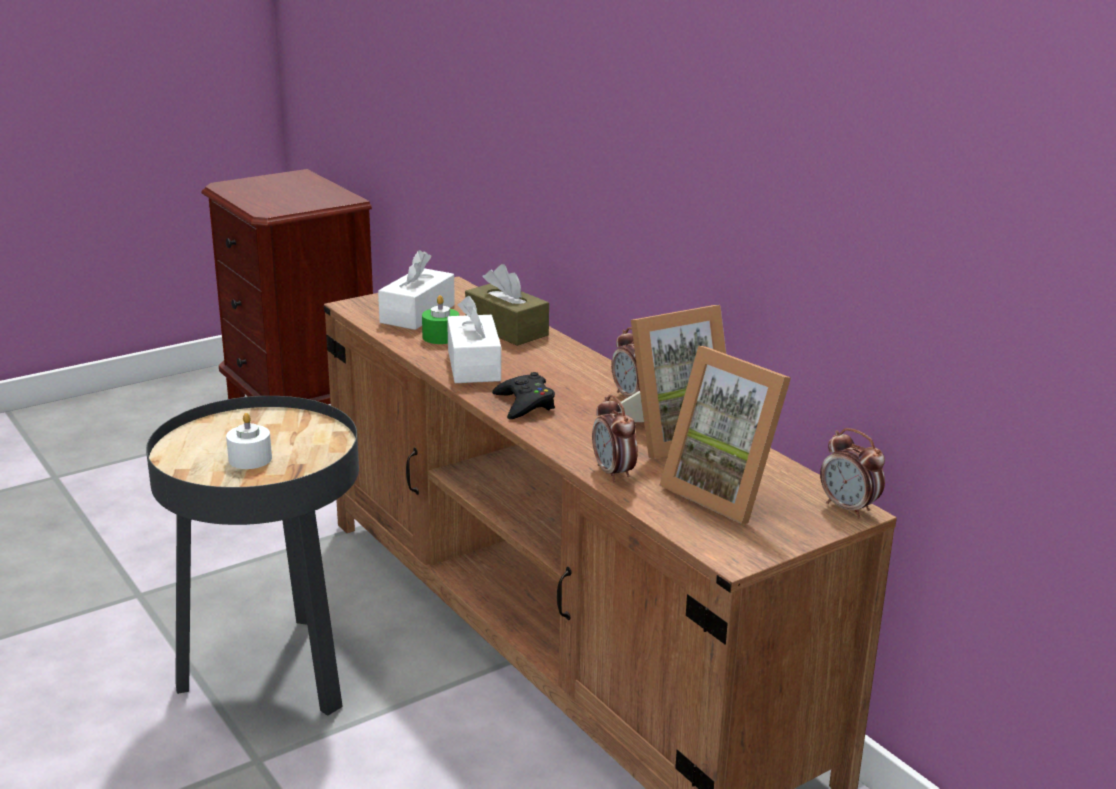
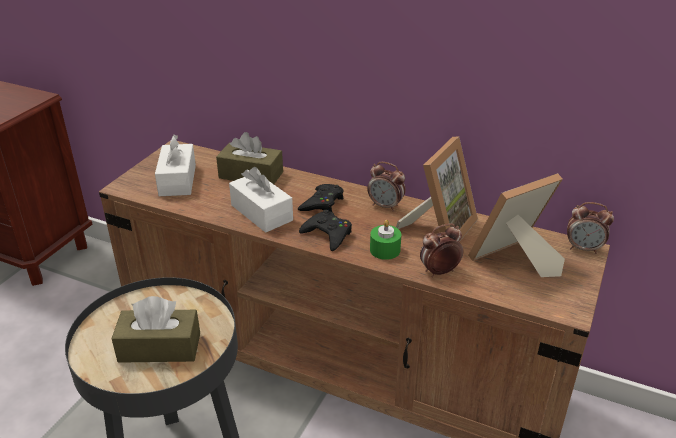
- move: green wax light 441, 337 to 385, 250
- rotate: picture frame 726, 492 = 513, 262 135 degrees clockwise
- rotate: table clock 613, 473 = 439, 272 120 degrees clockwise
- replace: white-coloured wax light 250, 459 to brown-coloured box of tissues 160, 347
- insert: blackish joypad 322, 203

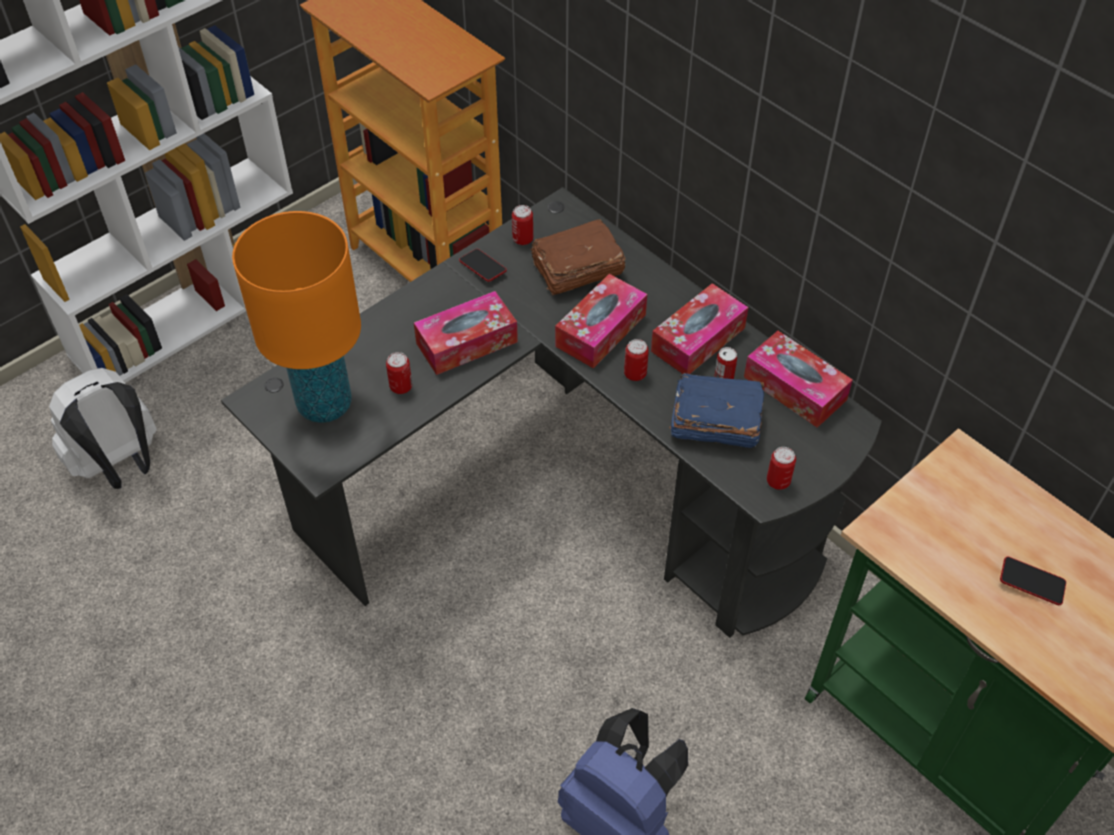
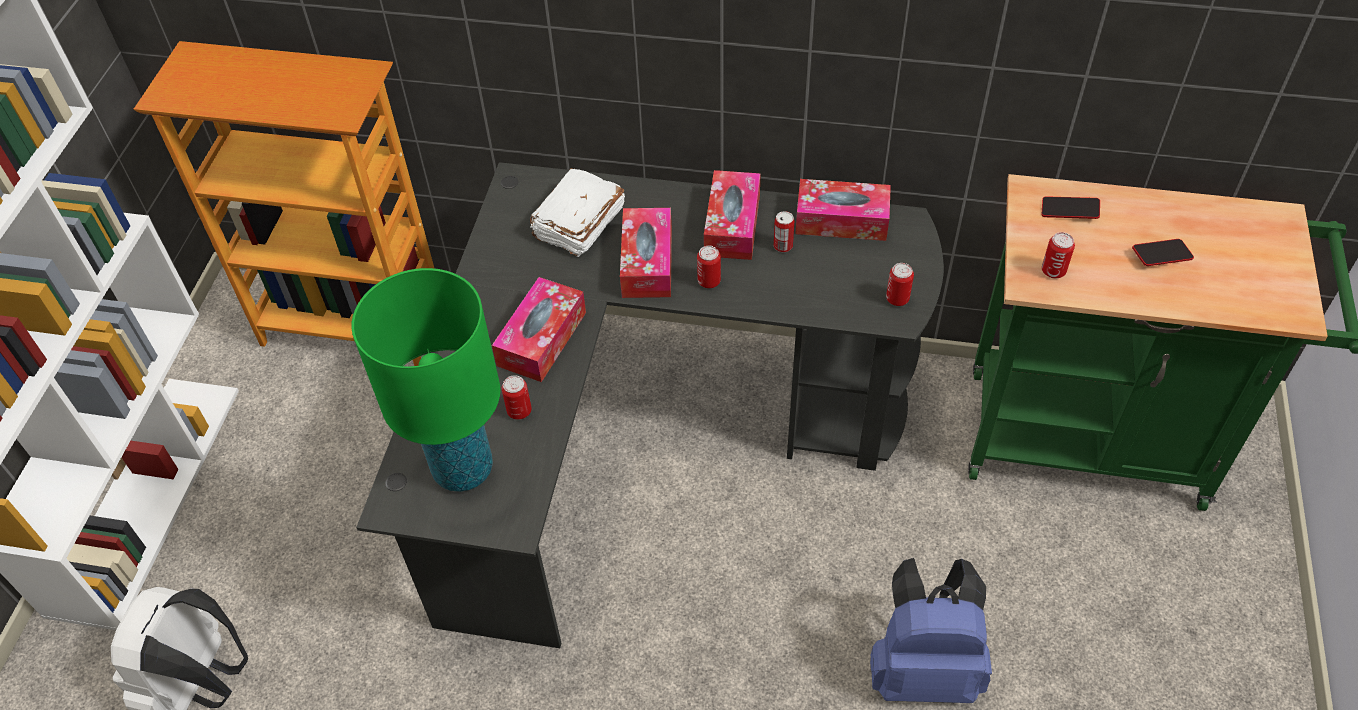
- move: sealed can 523, 239 to 1053, 271
- recolor: orange table lamp 324, 404 to green table lamp 462, 468
- recolor: brown-coloured volume 576, 269 to white-coloured volume 578, 224
- move: handset 482, 268 to 1069, 211
- delete: blue-coloured volume 714, 421

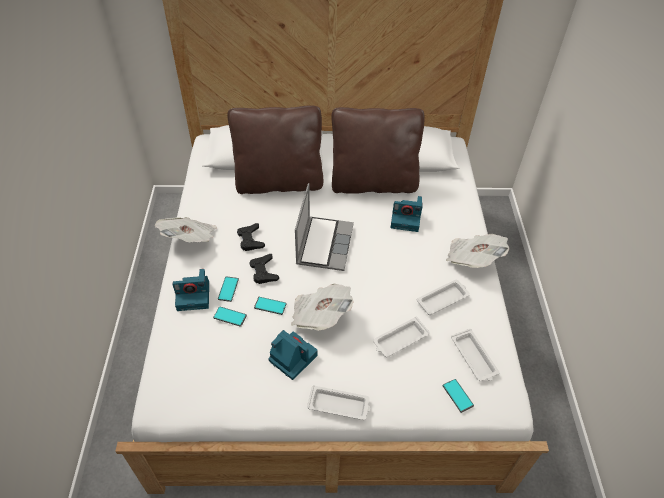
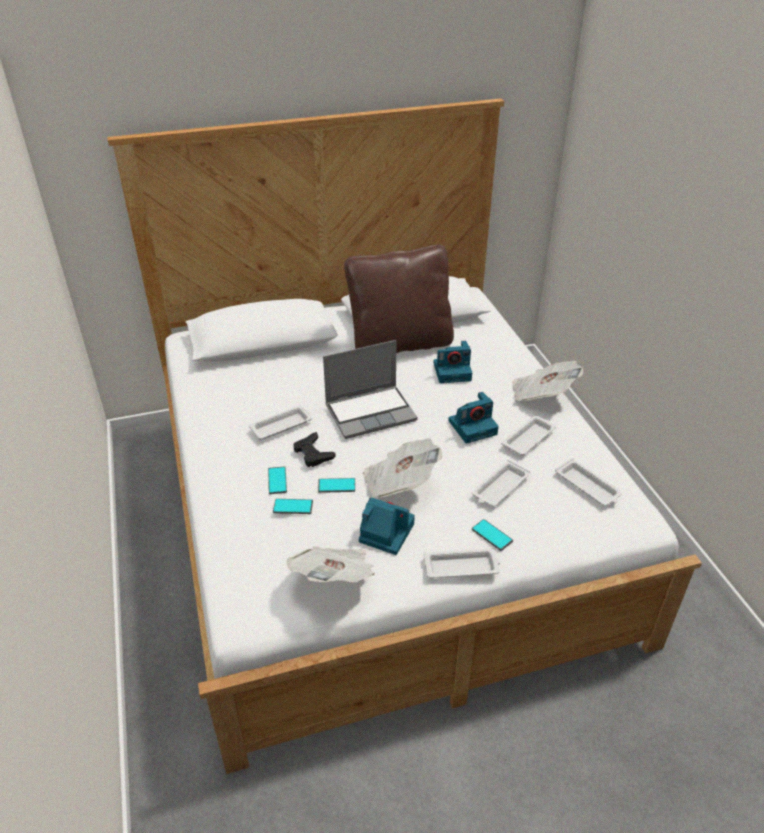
- delete: brown-coloured pillow 279, 182
- rotate: portable computer 324, 243 = 371, 412 75 degrees clockwise
- move: newspaper 190, 239 to 335, 578
- replace: blackish joypad 250, 240 to white-coloured tray 282, 425
- move: photo camera 194, 295 to 473, 426
- move: handset 458, 395 to 492, 535

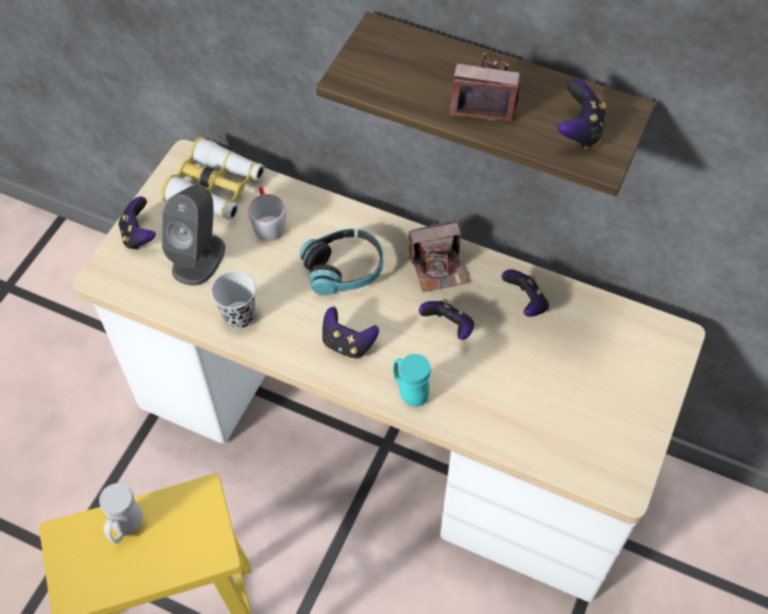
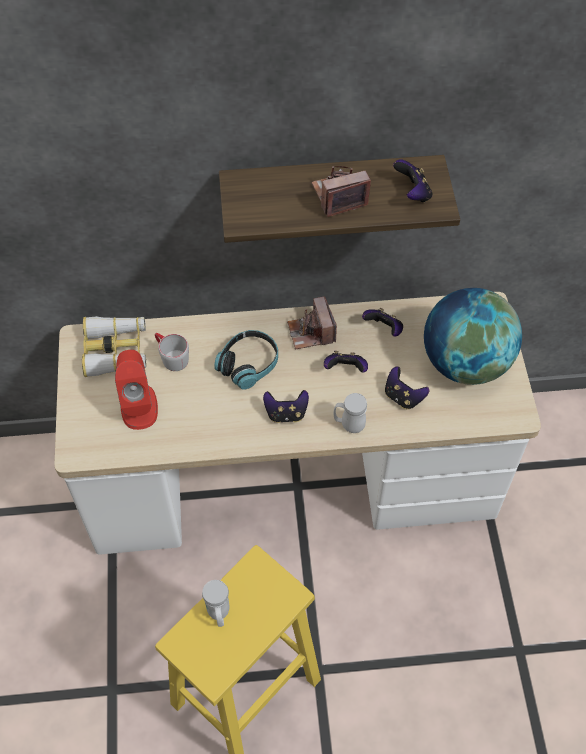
- recolor: greyish audio speaker 199, 258 to reddish audio speaker 139, 405
- move: joypad 139, 235 to 403, 397
- rotate: photo camera 438, 267 = 311, 332 120 degrees clockwise
- delete: blackish small cup 239, 316
- recolor: blue-green mug 409, 392 to white-coloured mug 349, 425
- insert: world globe 465, 362

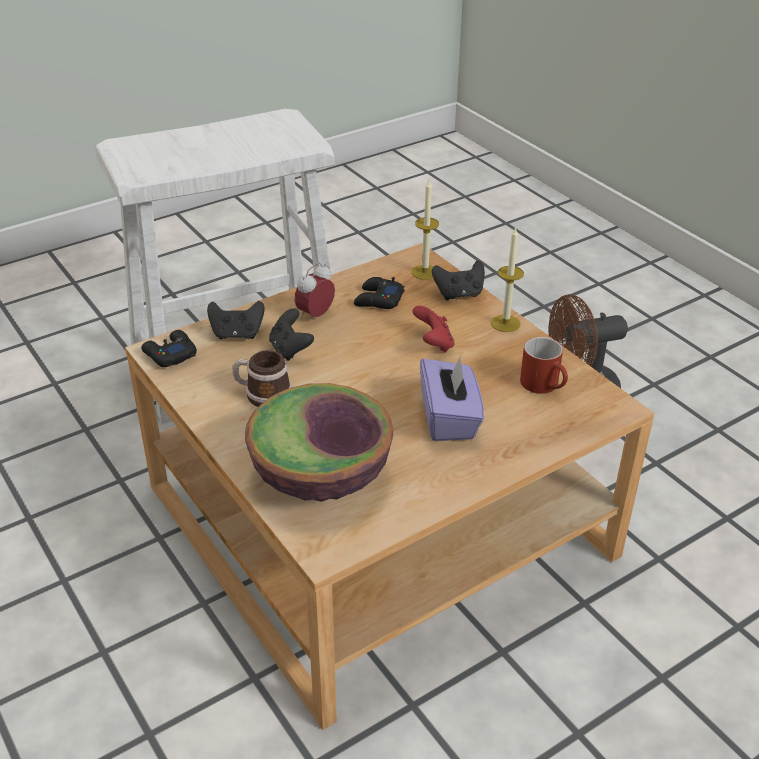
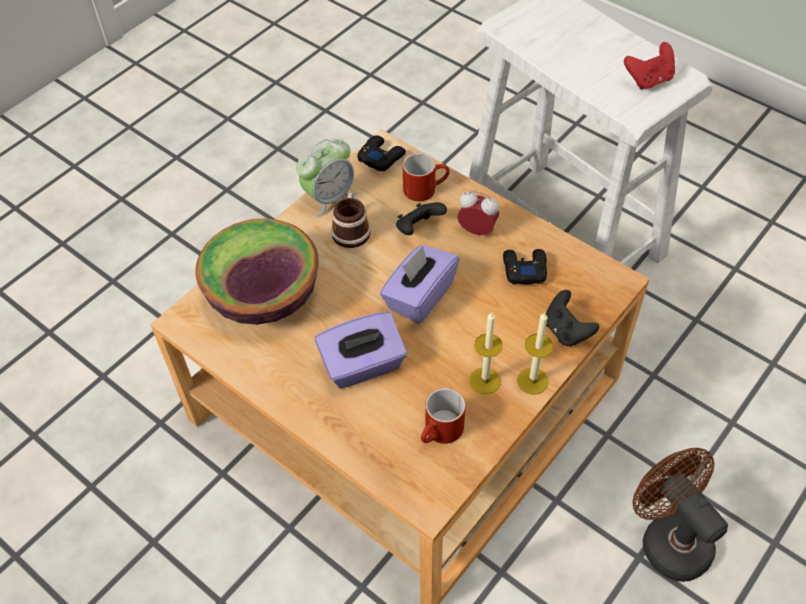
- move: wax light 425, 272 to 485, 380
- replace: blackish joypad 237, 334 to reddish mug 425, 188
- move: reddish joypad 433, 343 to 649, 80
- insert: table clock 329, 197
- insert: purple box of tissues 419, 296

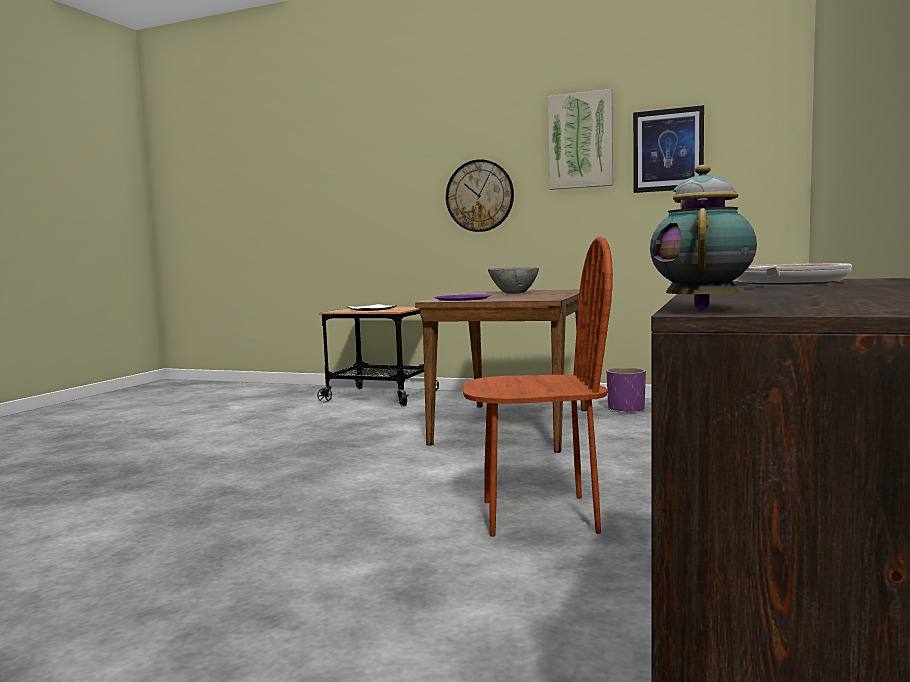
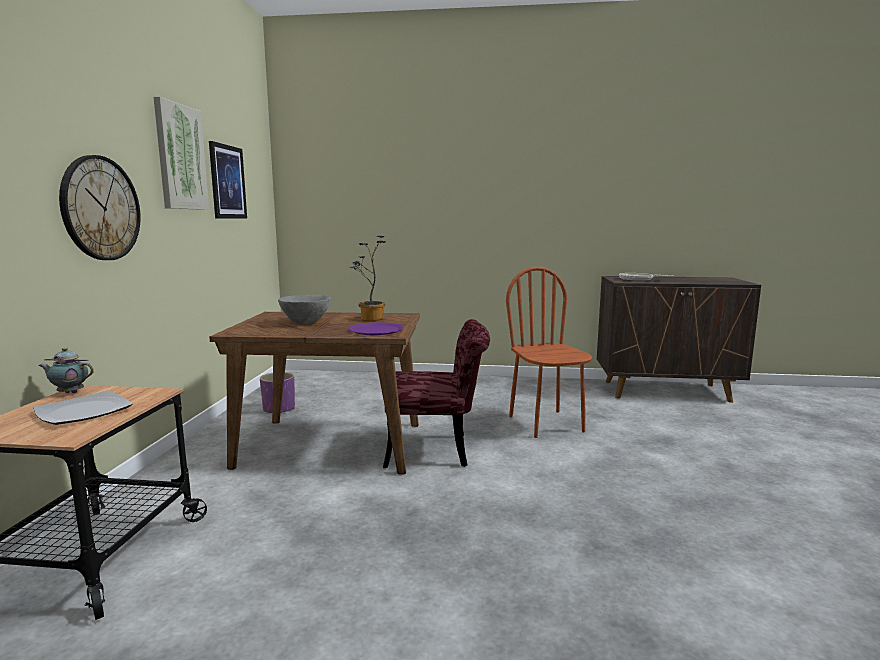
- move: pot for tea 702, 308 to 69, 393
- insert: houseplant 369, 319
- insert: reddish plain chair 437, 450

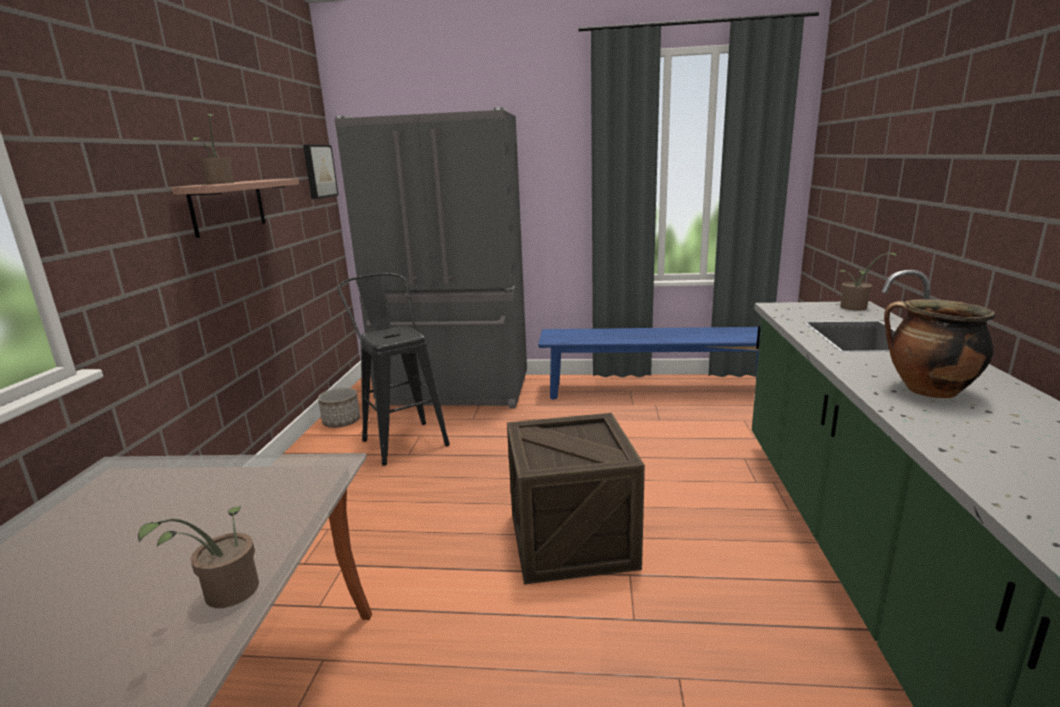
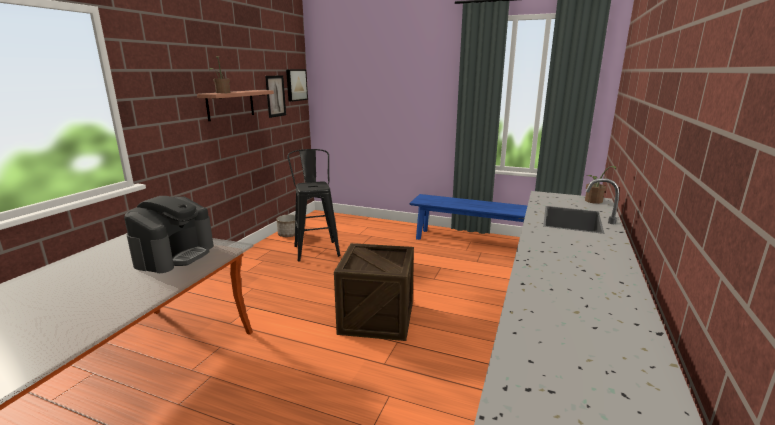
- delete: greyish refrigerator 454, 392
- delete: saucepot 927, 391
- delete: houseplant 225, 595
- insert: wall picture 275, 96
- insert: coffee maker 175, 255

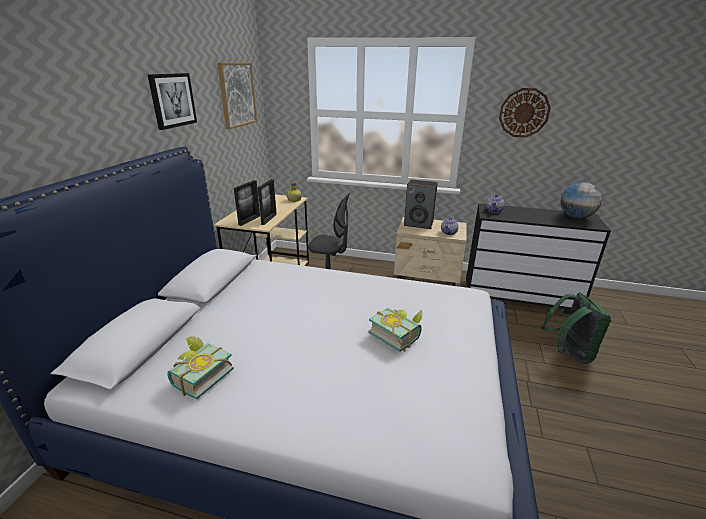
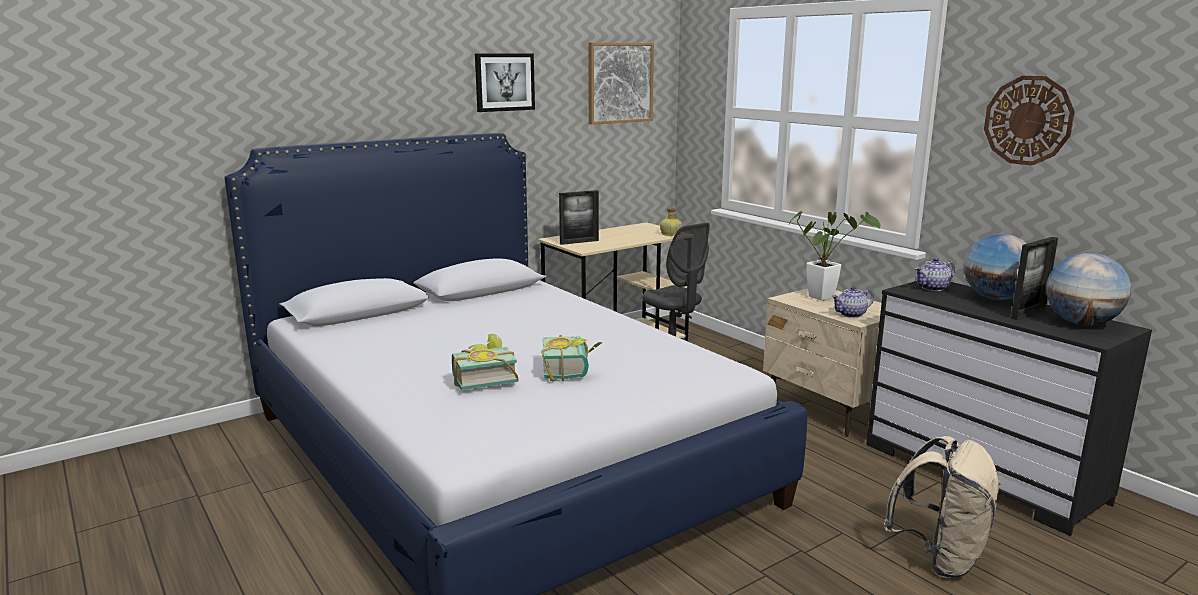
- move: picture frame 269, 219 to 1028, 313
- replace: audio speaker 419, 224 to houseplant 825, 297
- recolor: green rucksack 568, 353 to beige-coloured rucksack 939, 558
- move: volume 199, 377 to 483, 379
- insert: world globe 995, 298

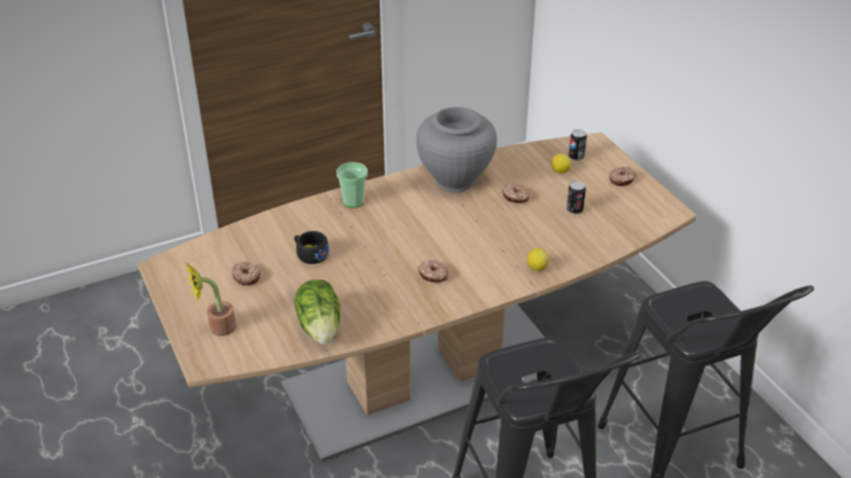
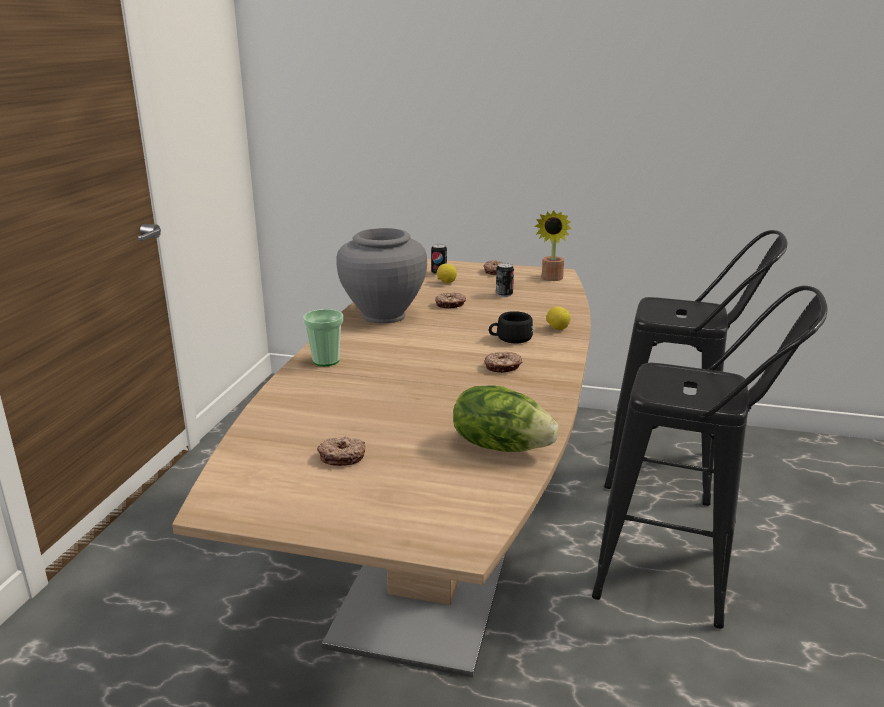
- move: blackish small cup 310, 254 to 510, 338
- move: houseplant 217, 328 to 551, 279

